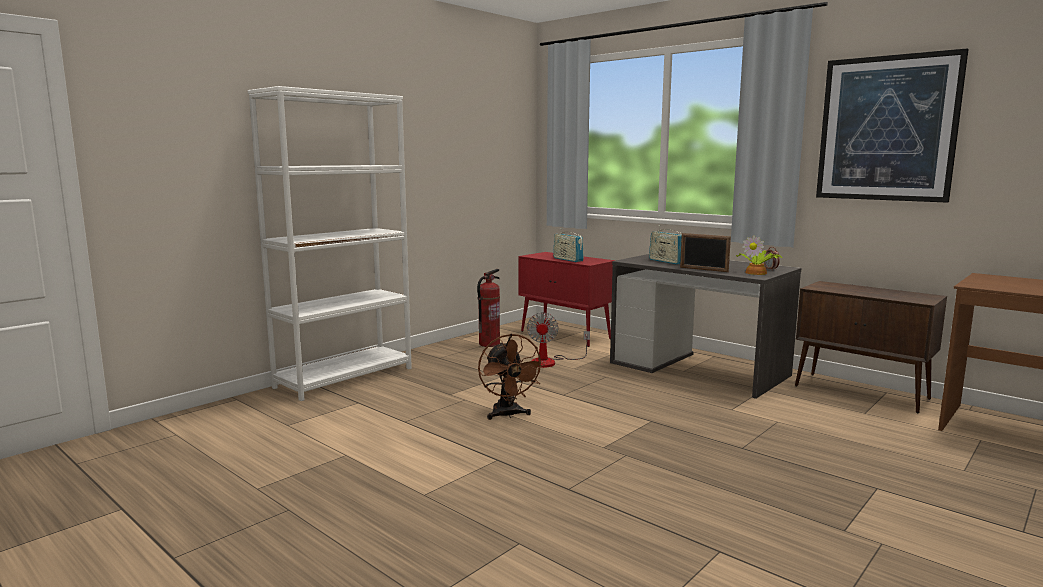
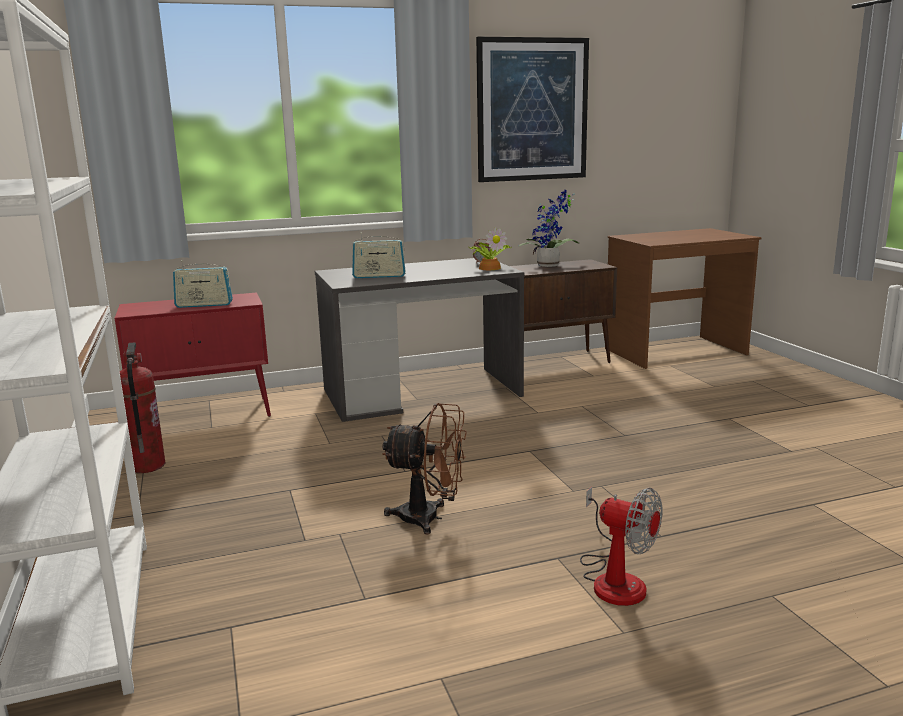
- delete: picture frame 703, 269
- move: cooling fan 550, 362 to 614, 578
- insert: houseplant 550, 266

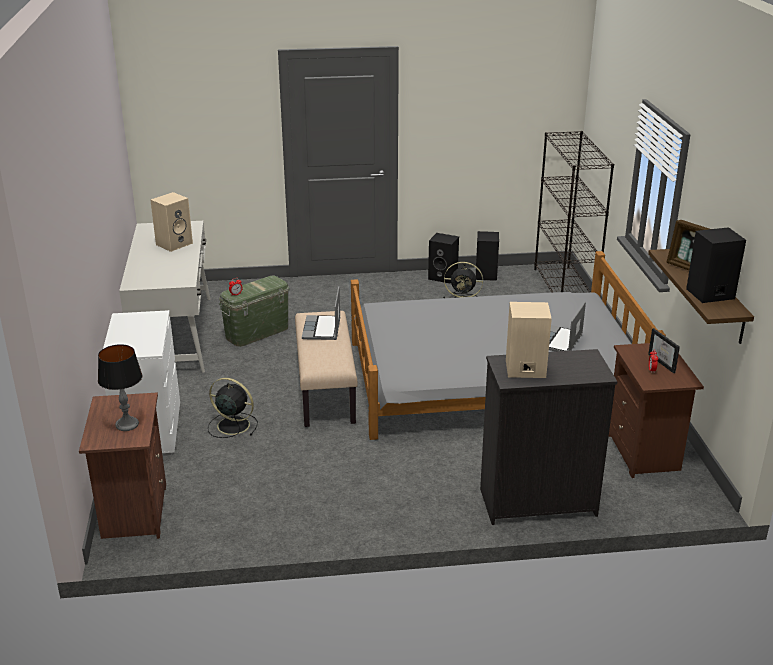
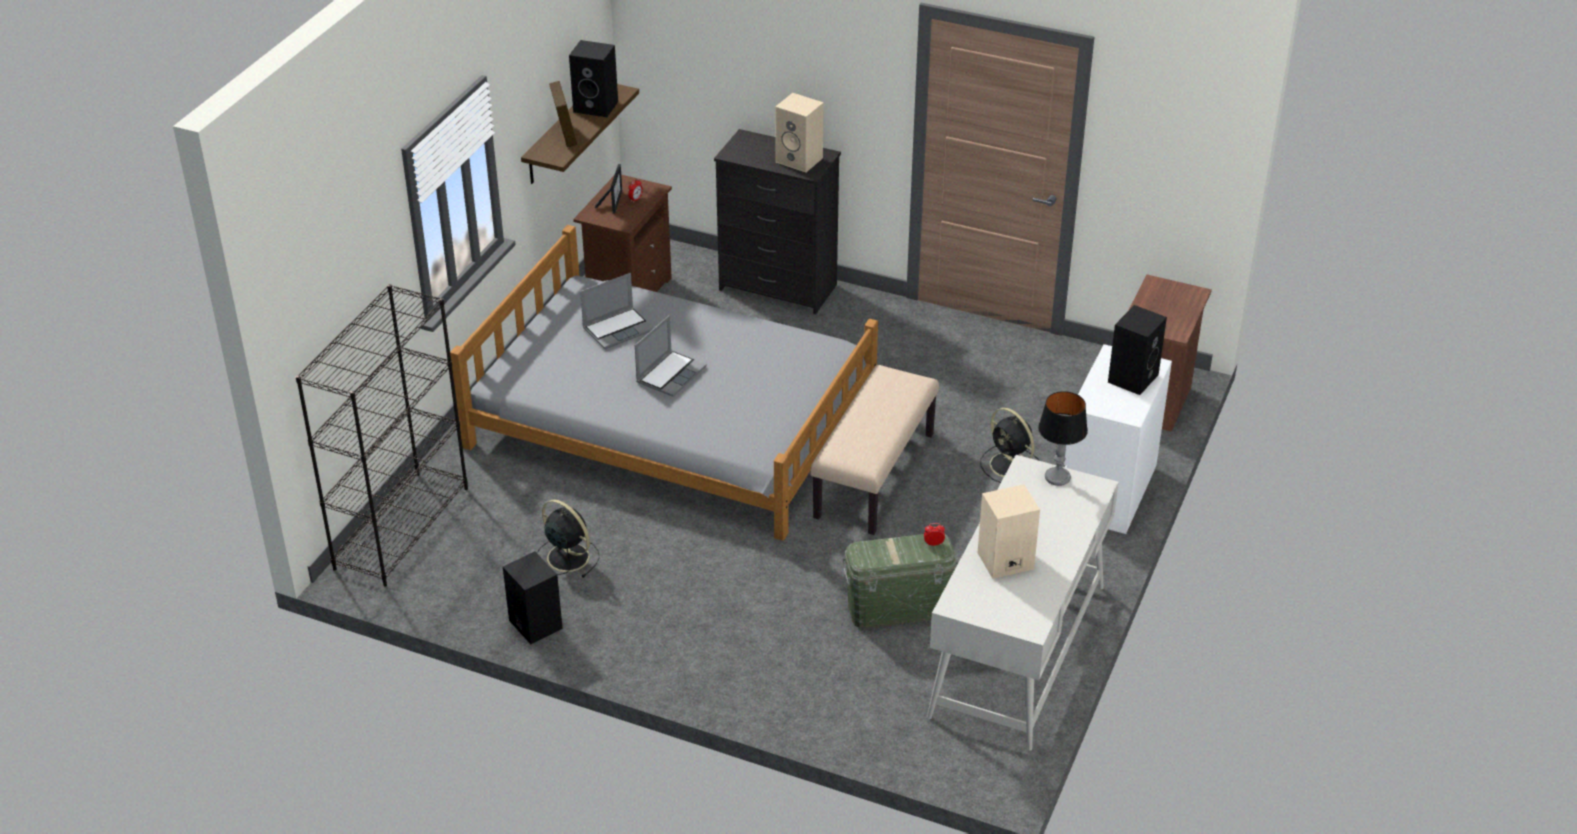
- move: blackish audio speaker 486, 275 to 1132, 377
- move: portable computer 322, 329 to 671, 374
- move: table lamp 127, 425 to 1057, 477

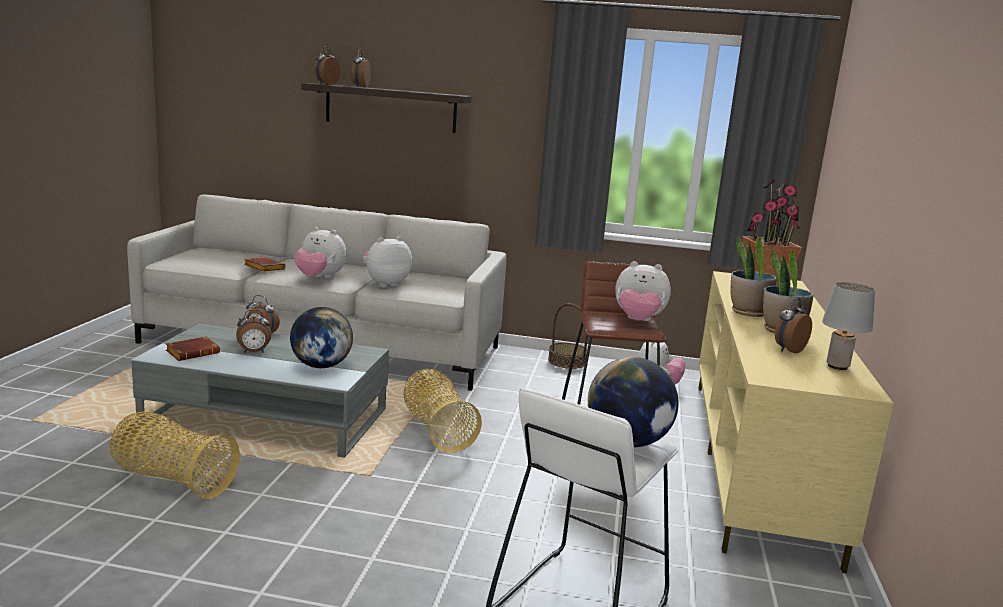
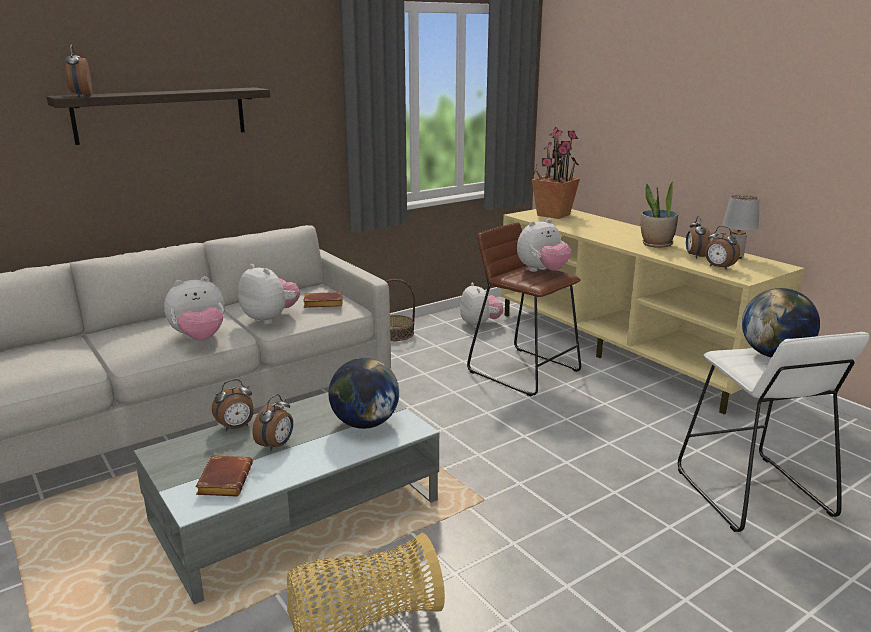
- move: table clock 360, 87 to 718, 267
- rotate: soft toy 385, 284 = 270, 318 120 degrees clockwise
- delete: houseplant 748, 312
- move: brown-coloured volume 262, 268 to 322, 304
- delete: storage basket 437, 430

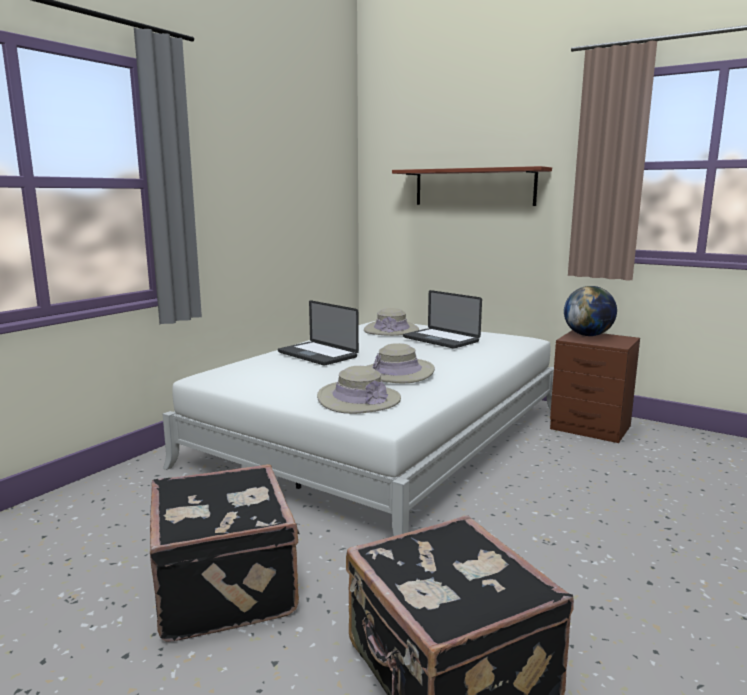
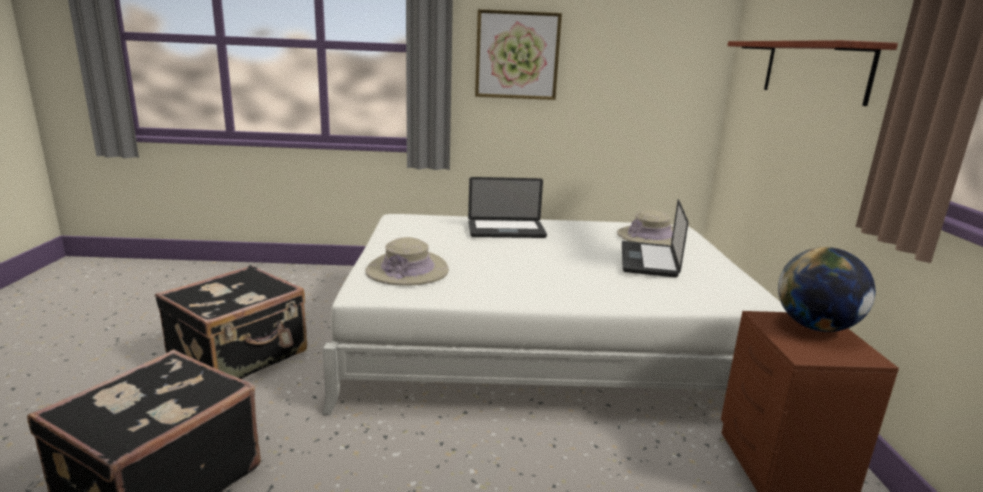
- rotate: portable computer 317, 355 = 506, 230 105 degrees counterclockwise
- delete: beige-coloured wearable hat 397, 373
- insert: wall picture 517, 55

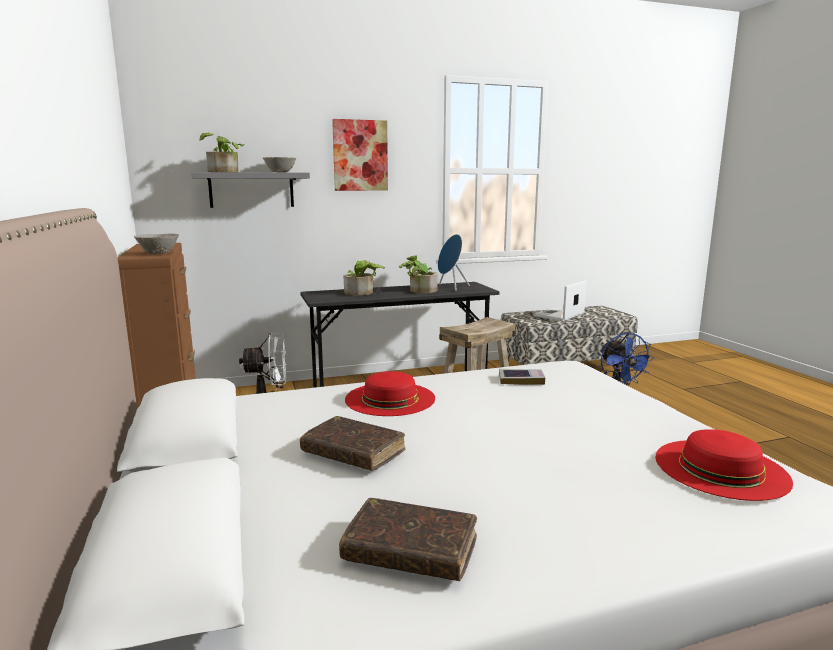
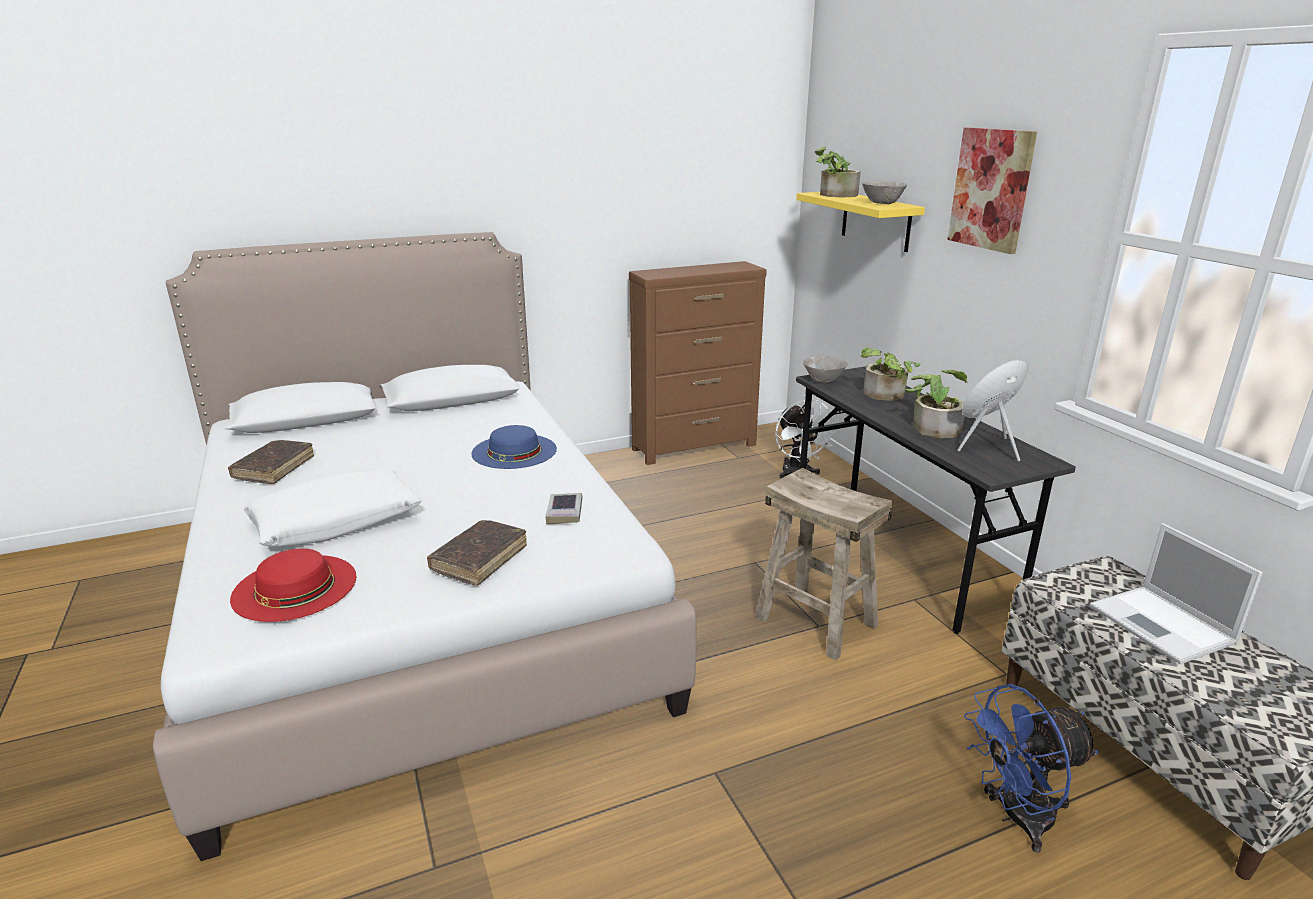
- recolor: greyish bracket shelf 251, 190 to yellow bracket shelf 875, 221
- move: greyish bowl 158, 253 to 823, 380
- rotate: portable computer 558, 315 = 1163, 625 150 degrees counterclockwise
- recolor: reddish wearable hat 390, 398 to blue-coloured wearable hat 514, 451
- move: brown-coloured volume 353, 453 to 479, 559
- insert: white-coloured pillow 336, 522

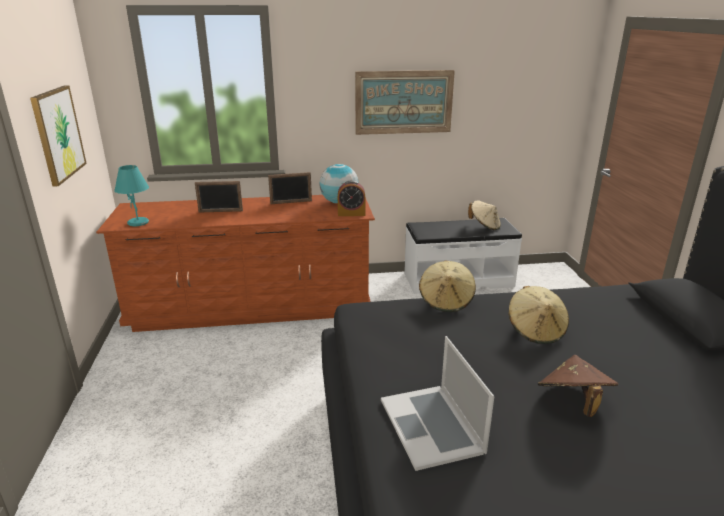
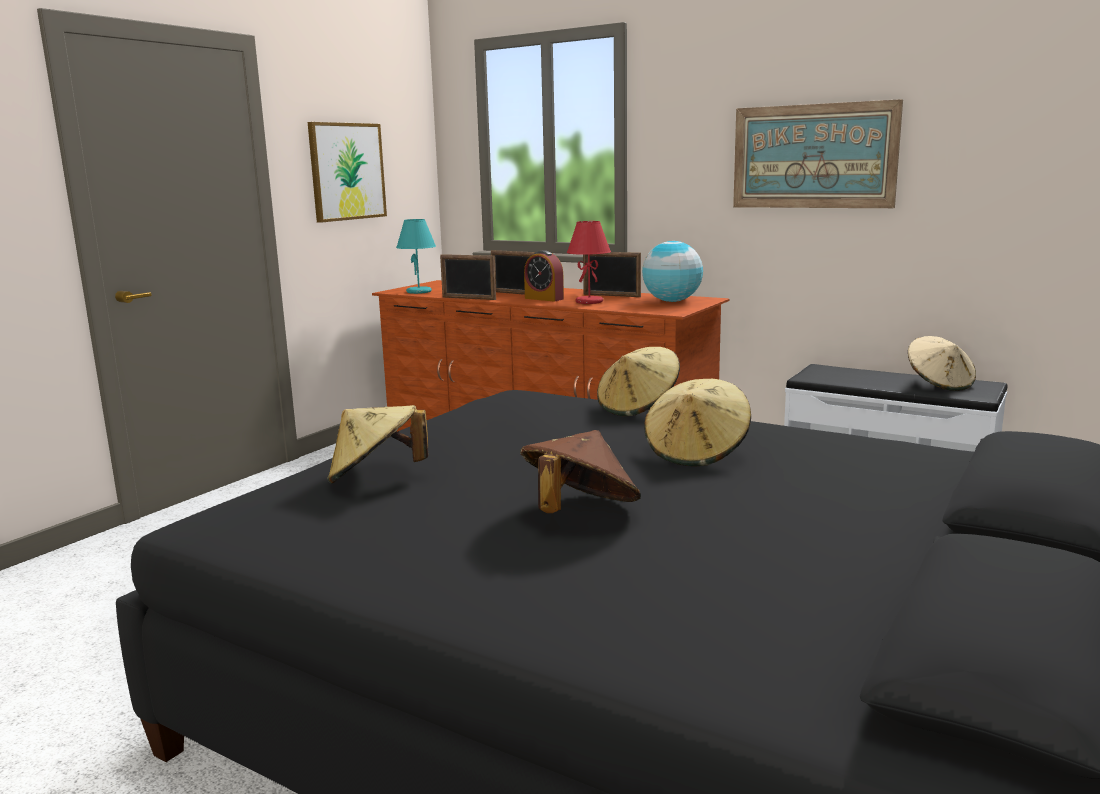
- move: table clock 351, 214 to 544, 298
- replace: portable computer 431, 425 to beige-coloured wearable hat 376, 477
- insert: reddish table lamp 589, 302
- insert: picture frame 468, 298

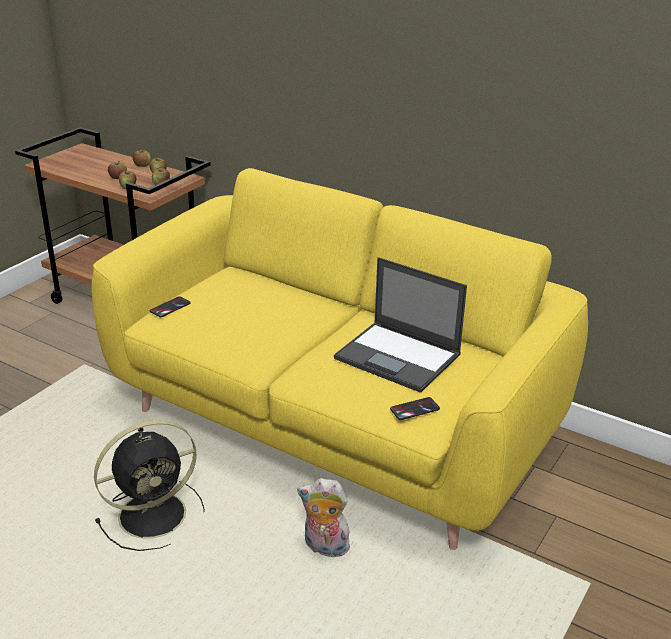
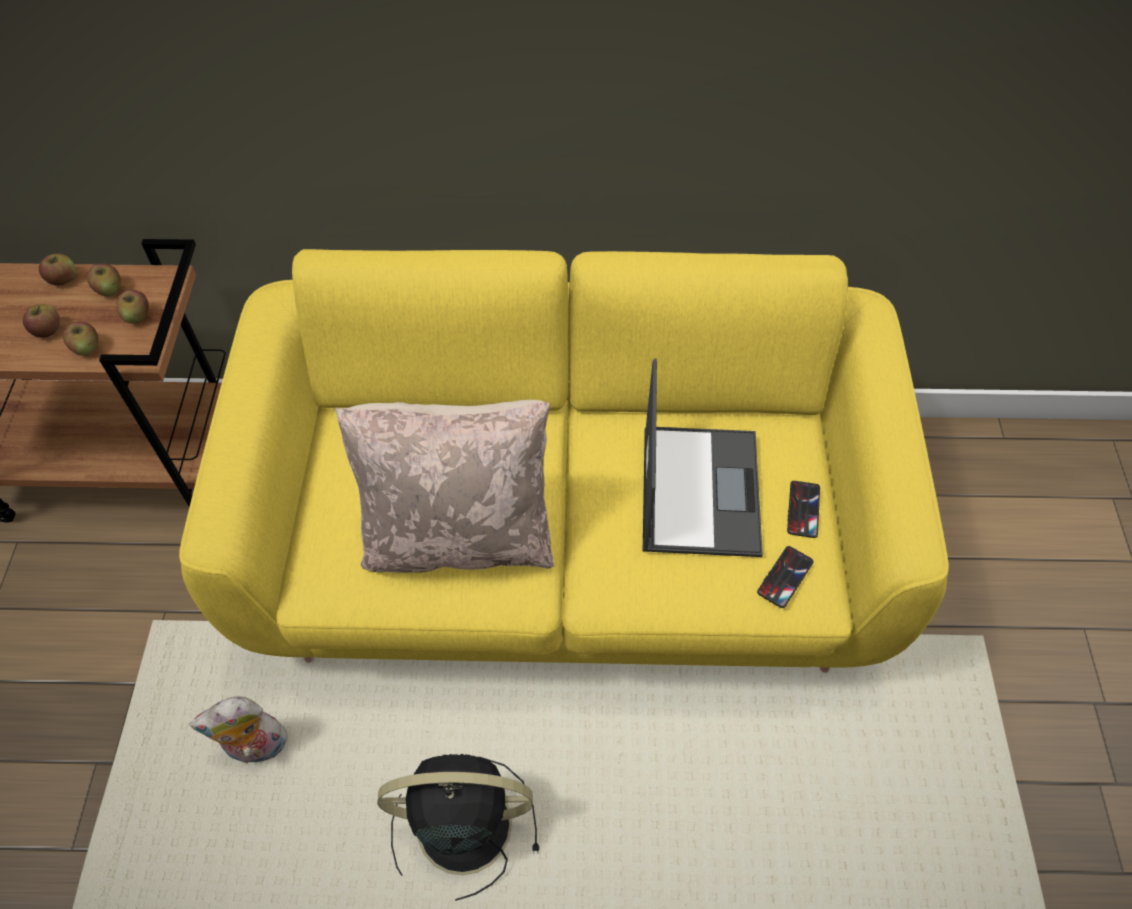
- rotate: portable computer 399, 357 = 699, 489 90 degrees counterclockwise
- move: handset 170, 307 to 803, 509
- rotate: blackish cooling fan 155, 514 = 459, 825 120 degrees counterclockwise
- move: soft toy 324, 548 to 256, 749
- insert: beige-coloured pillow 459, 535

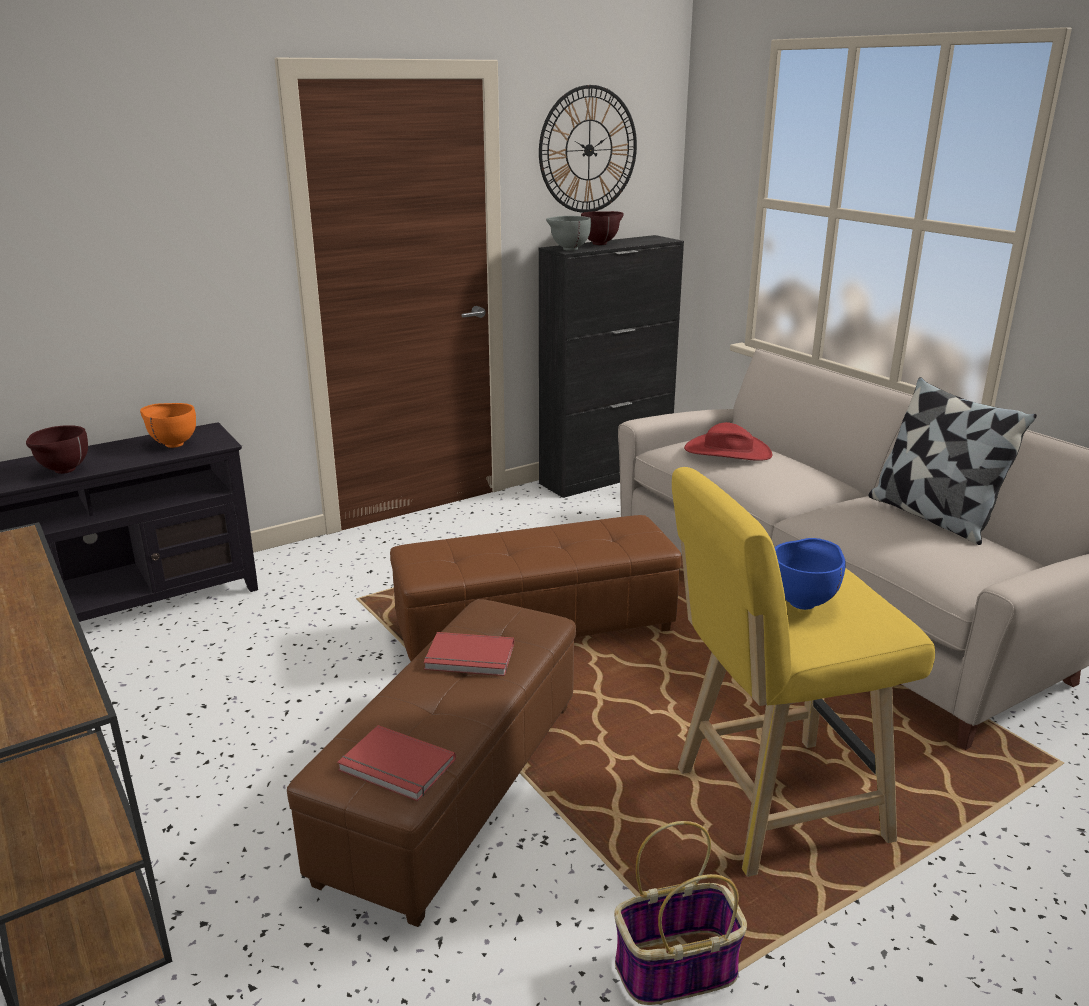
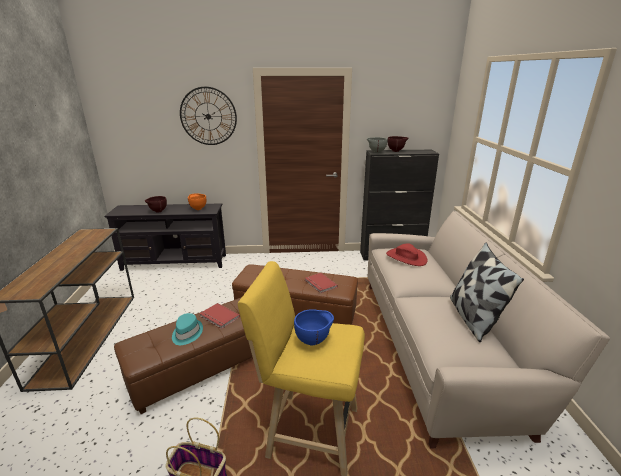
- move: hanging clock 588, 150 to 208, 116
- move: reddish volume 395, 767 to 320, 284
- insert: blue-green wearable hat 186, 333

